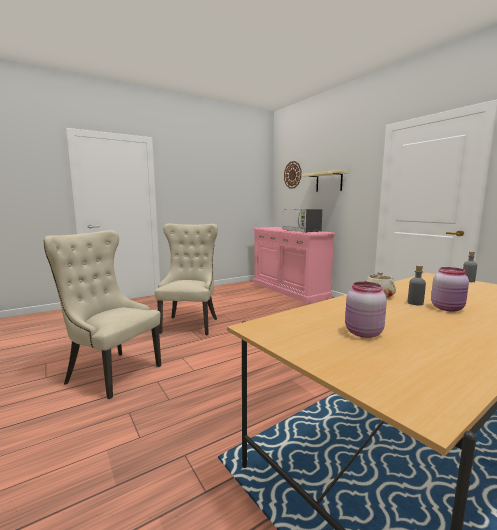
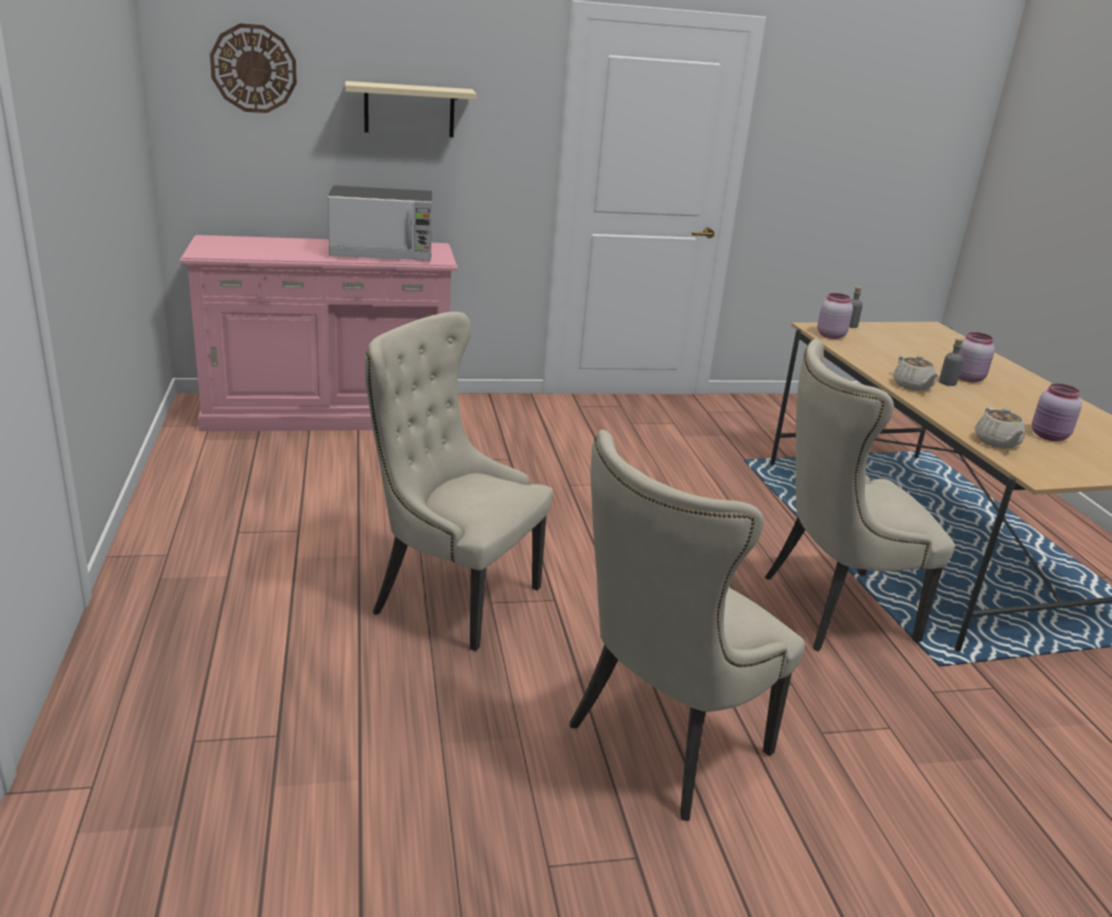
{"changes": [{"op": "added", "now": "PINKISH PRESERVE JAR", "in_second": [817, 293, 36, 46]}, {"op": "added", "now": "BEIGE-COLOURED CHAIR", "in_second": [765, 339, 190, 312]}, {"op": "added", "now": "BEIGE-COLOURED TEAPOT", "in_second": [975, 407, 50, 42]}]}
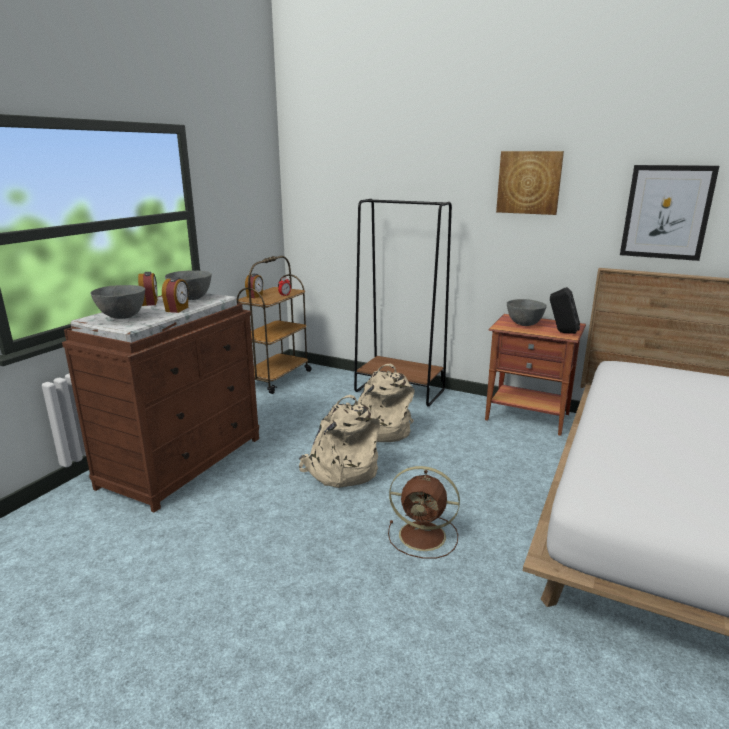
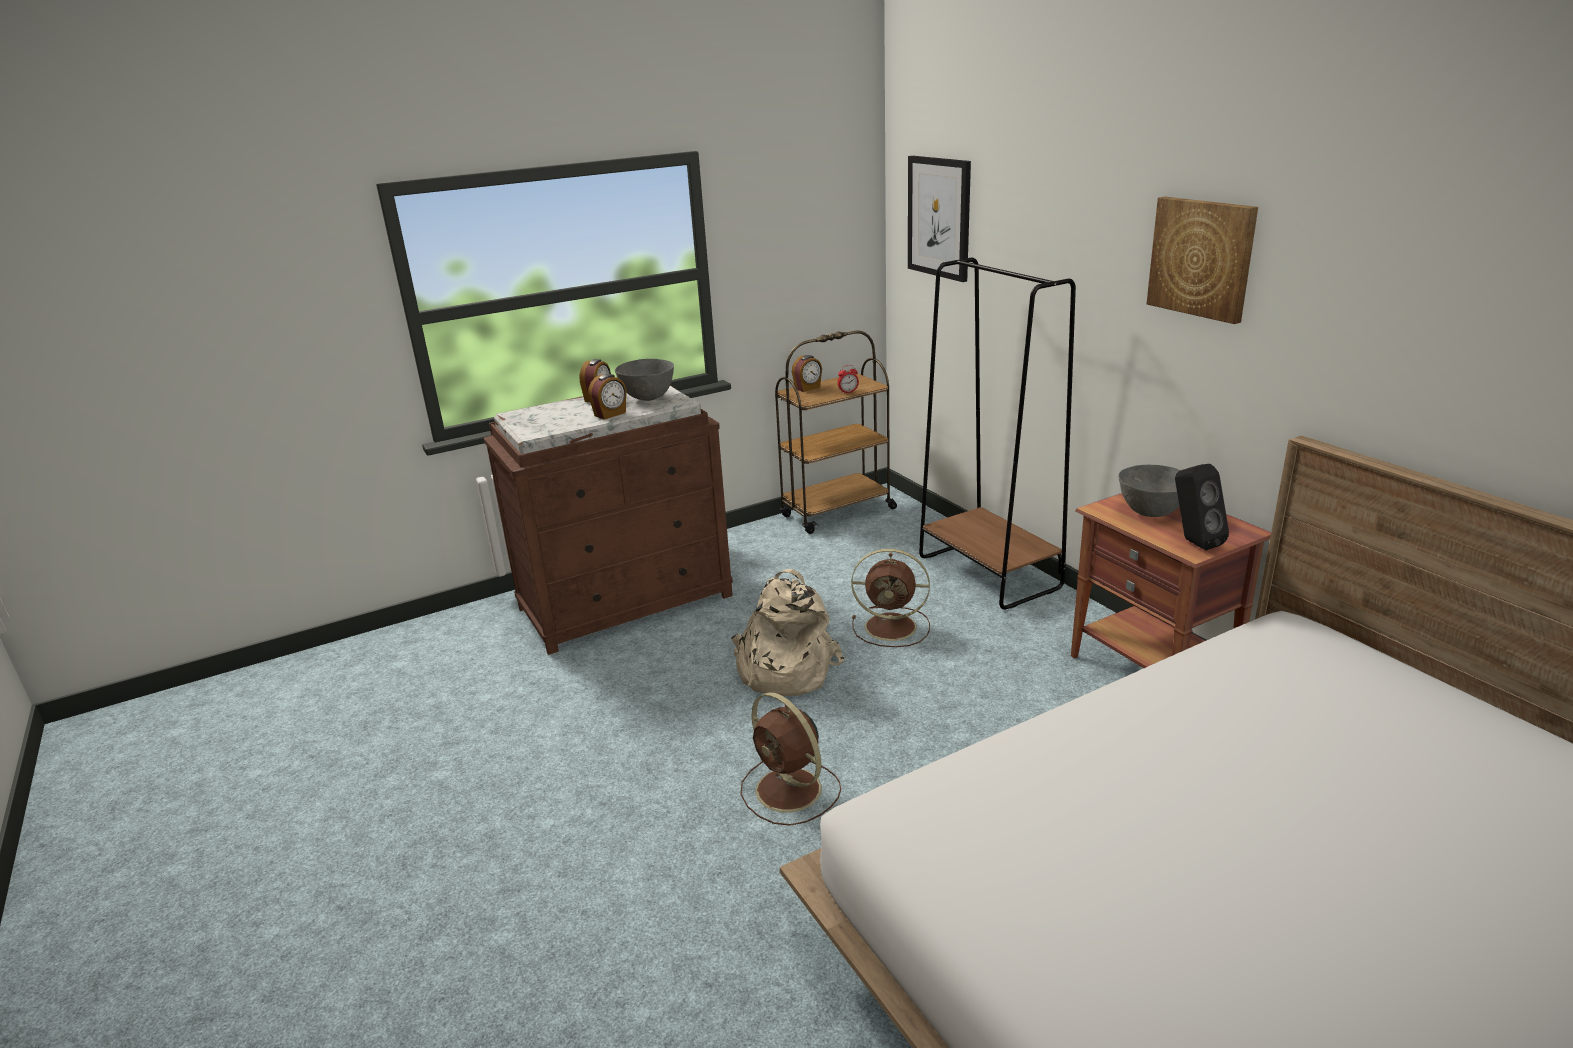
{"changes": [{"op": "moved", "was": "PICTURE", "in_first": [620, 165, 99, 96], "in_second": [908, 156, 63, 126]}, {"op": "removed", "was": "GREY BOWL", "in_first": [90, 285, 55, 34]}, {"op": "replaced", "was": "BEIGE-COLOURED KNAPSACK", "now": "BROWNISH FAN", "in_first": [358, 364, 57, 78], "in_second": [851, 549, 79, 98]}]}
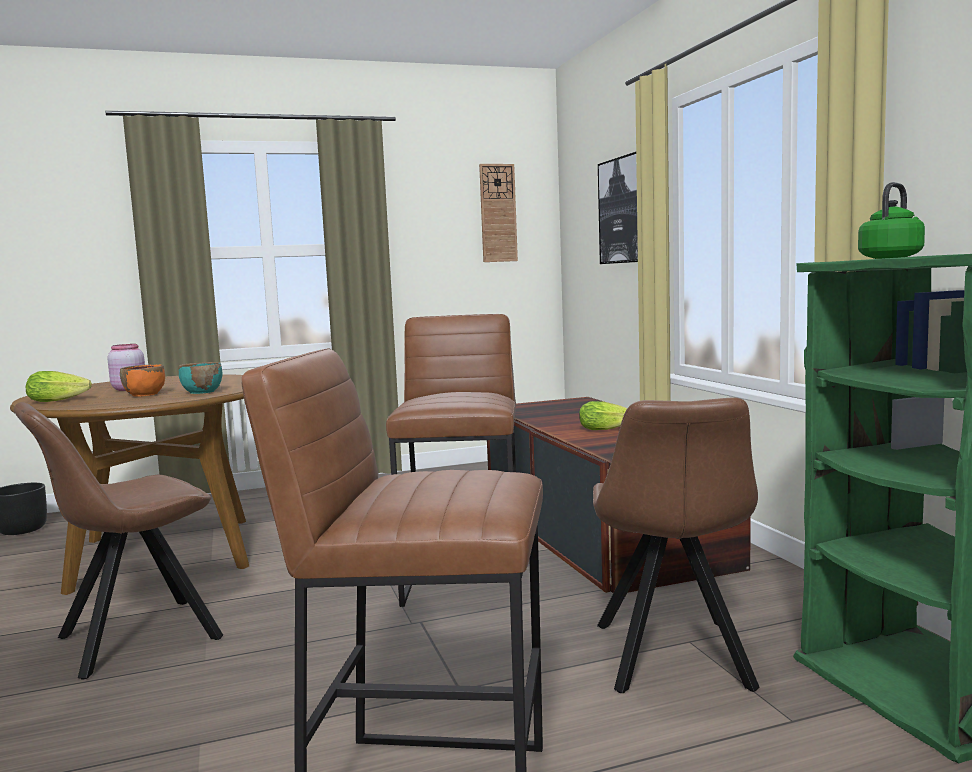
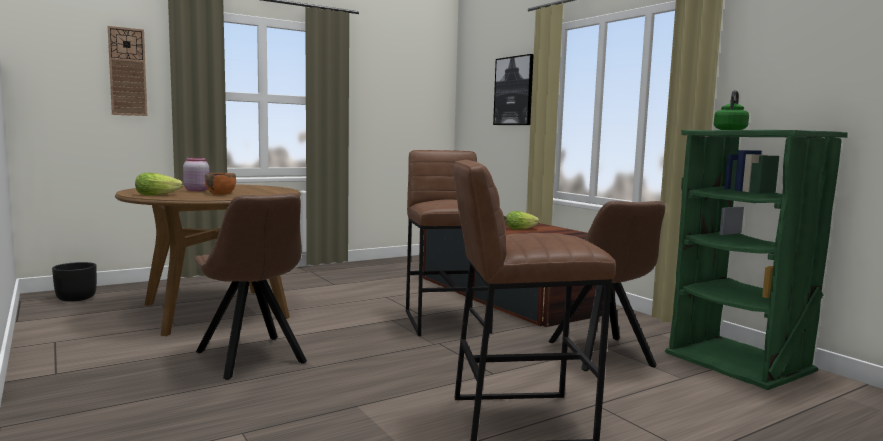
{"changes": [{"op": "moved", "was": "WALL CLOCK", "in_first": [479, 164, 39, 98], "in_second": [108, 26, 39, 90]}, {"op": "removed", "was": "BLUE-GREEN BOWL", "in_first": [179, 362, 43, 32]}, {"op": "turned", "was": "BROWNISH CHAIR", "in_first": [14, 402, 209, 277], "in_second": [195, 193, 112, 187], "clockwise": -75}]}
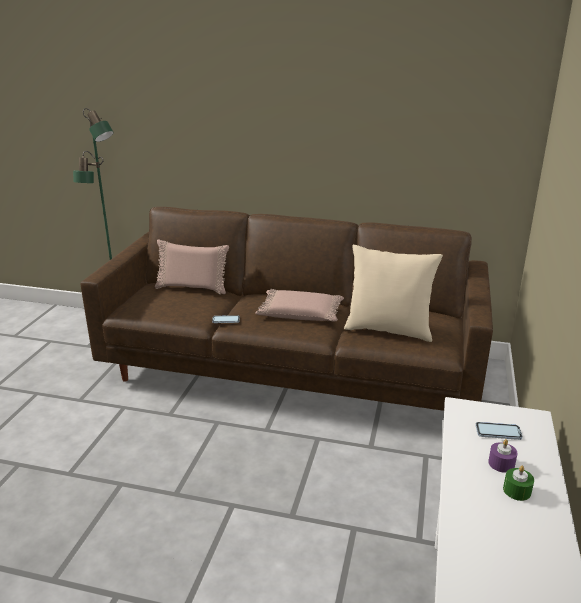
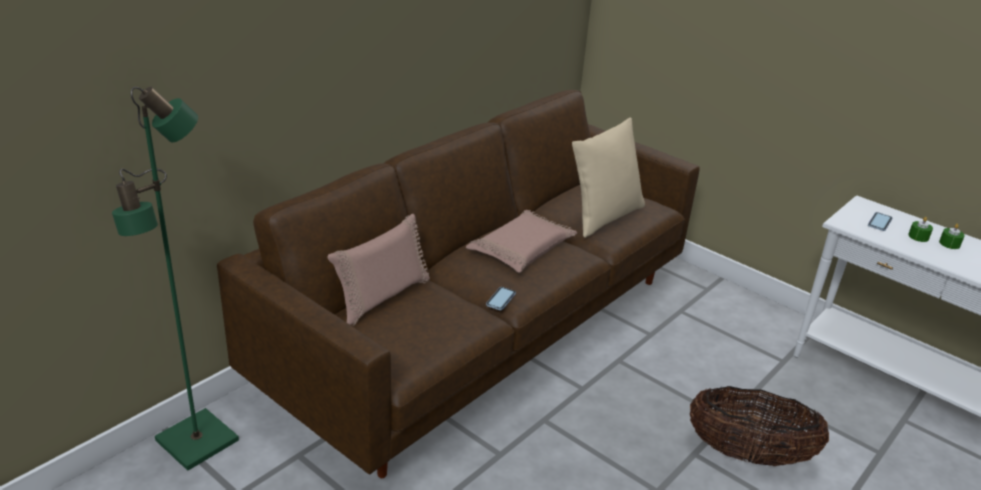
{"changes": [{"op": "recoloured", "was": "PURPLISH WAX LIGHT", "now": "GREEN WAX LIGHT", "in_first": [488, 439, 30, 34], "in_second": [908, 217, 25, 25]}, {"op": "added", "now": "STORAGE BASKET", "in_second": [690, 386, 139, 80]}]}
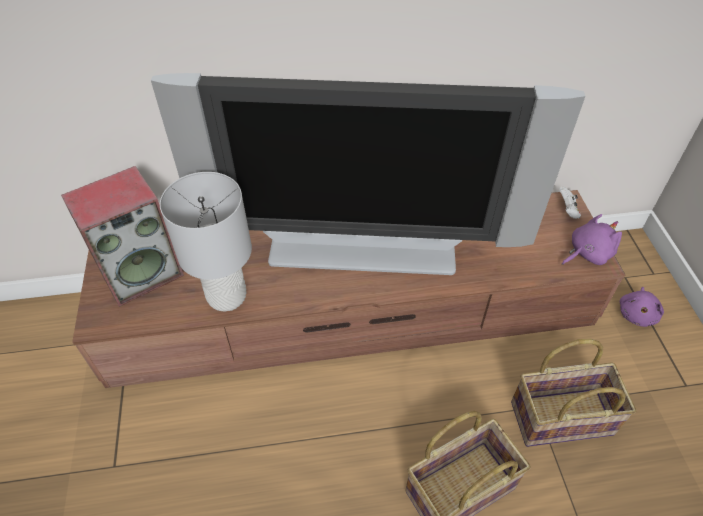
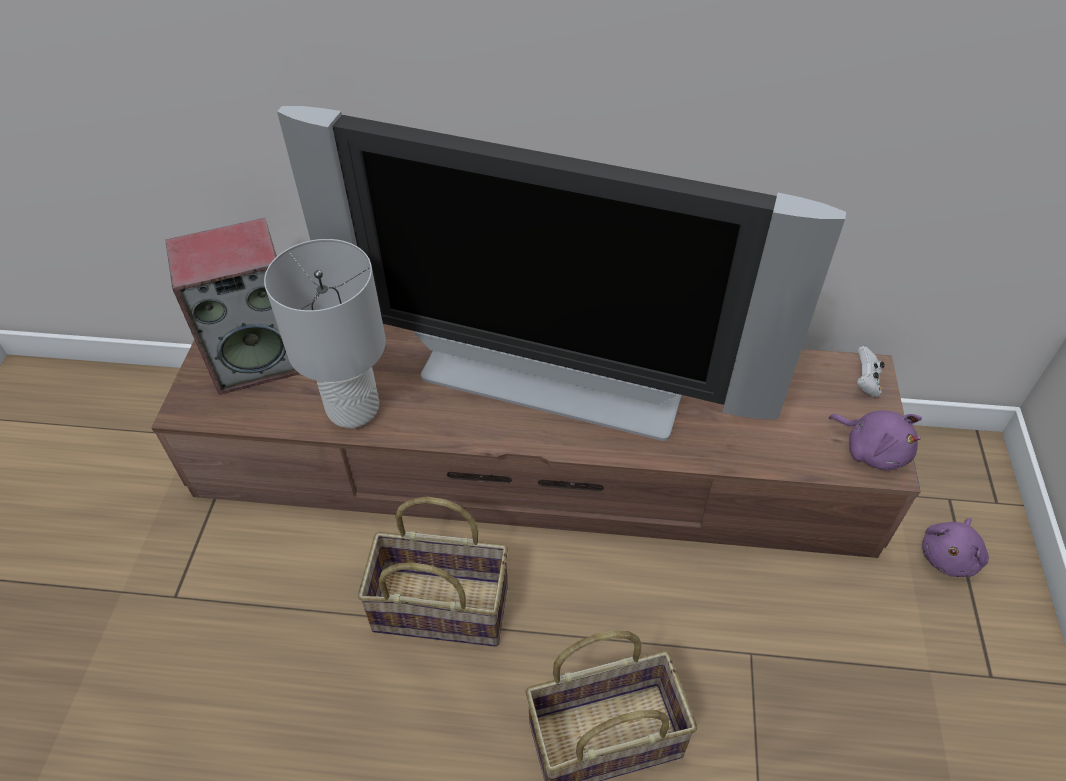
{"changes": [{"op": "turned", "was": "PURPLISH SOFT TOY", "in_first": [562, 214, 60, 51], "in_second": [829, 410, 93, 61], "clockwise": 60}, {"op": "moved", "was": "STORAGE BASKET", "in_first": [511, 339, 125, 108], "in_second": [358, 496, 150, 150]}]}
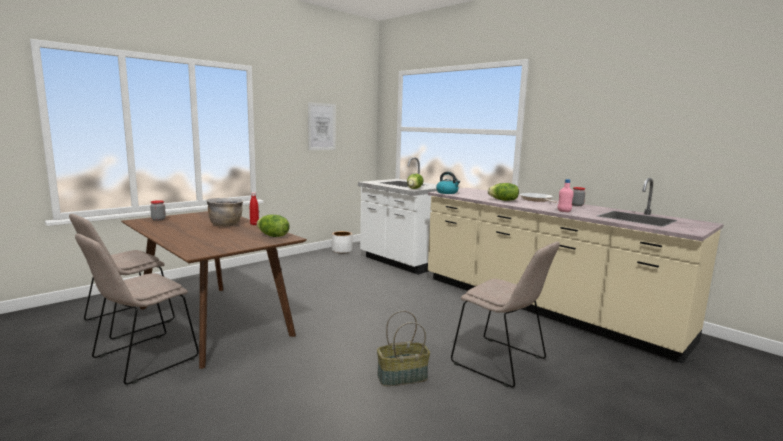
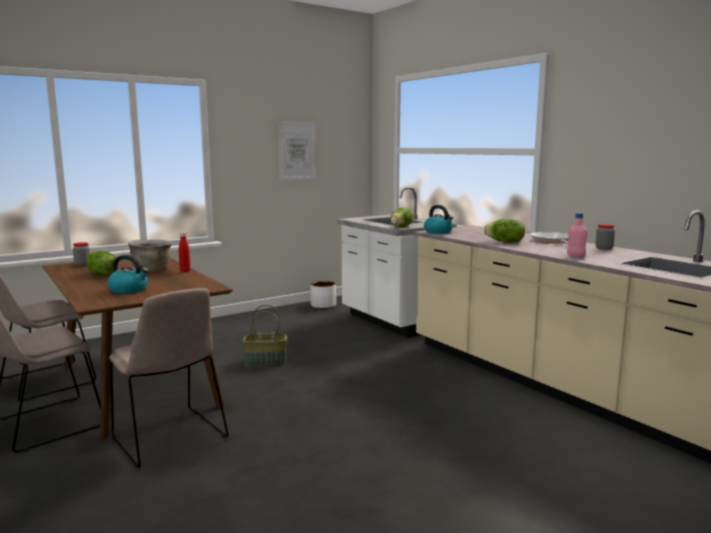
{"changes": [{"op": "moved", "was": "LETTUCE HEAD", "in_first": [257, 214, 33, 23], "in_second": [86, 250, 30, 25]}, {"op": "moved", "was": "BEIGE-COLOURED CHAIR", "in_first": [451, 241, 109, 146], "in_second": [109, 288, 120, 180]}, {"op": "moved", "was": "STORAGE BASKET", "in_first": [377, 311, 53, 75], "in_second": [242, 305, 45, 61]}, {"op": "added", "now": "TEA KETTLE", "in_second": [108, 255, 41, 39]}]}
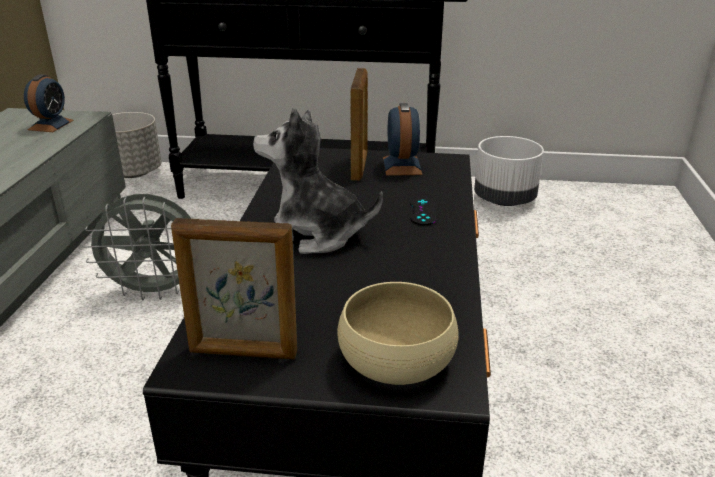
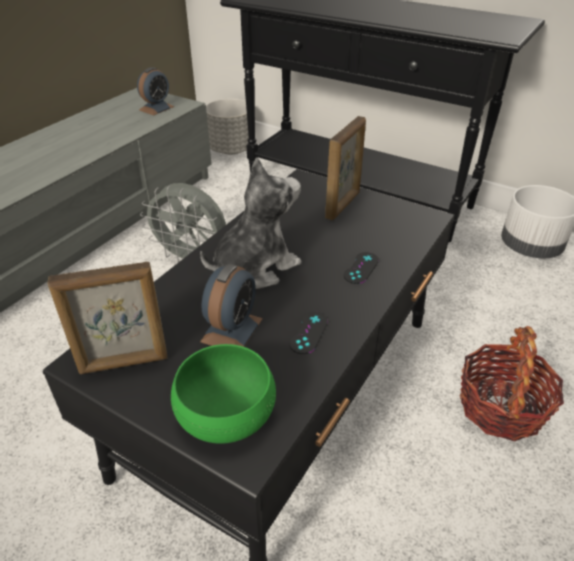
{"changes": [{"op": "moved", "was": "BEDSIDE CLOCK", "in_first": [383, 103, 39, 73], "in_second": [200, 264, 63, 83]}, {"op": "turned", "was": "SOFT TOY", "in_first": [253, 108, 130, 146], "in_second": [200, 157, 102, 132], "clockwise": 105}, {"op": "turned", "was": "PHOTO FRAME", "in_first": [171, 218, 126, 141], "in_second": [47, 262, 120, 112], "clockwise": -45}, {"op": "recoloured", "was": "BEIGE-COLOURED BOWL", "now": "GREEN BOWL", "in_first": [337, 282, 122, 103], "in_second": [171, 344, 105, 100]}, {"op": "added", "now": "BLACK-COLOURED JOYPAD", "in_second": [289, 311, 39, 43]}, {"op": "added", "now": "STORAGE BASKET", "in_second": [459, 326, 105, 115]}]}
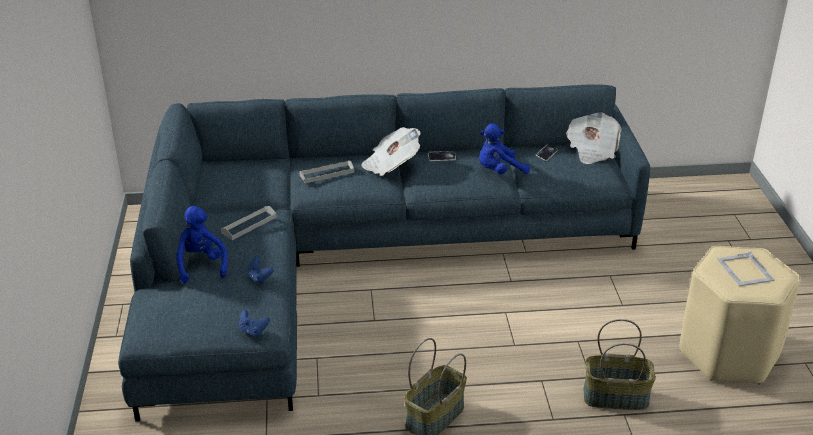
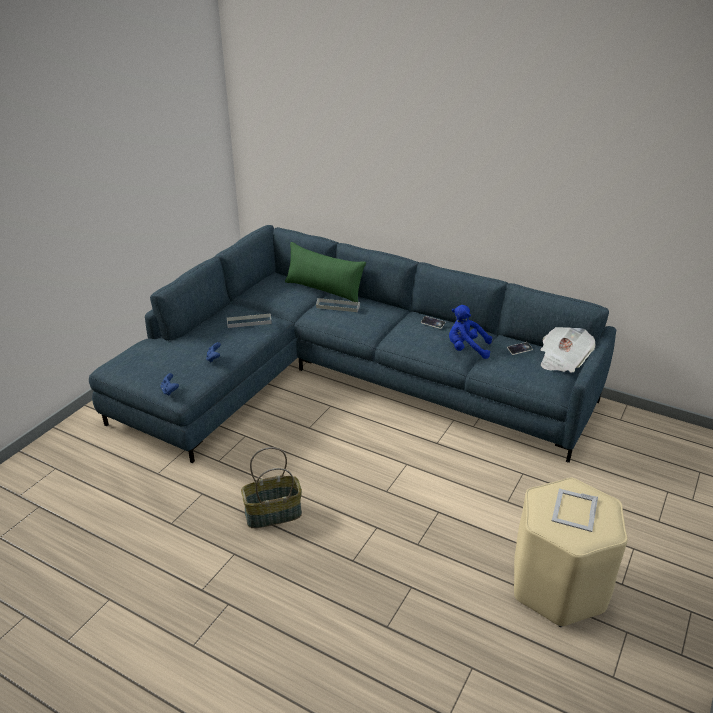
{"changes": [{"op": "removed", "was": "DAILY PAPER", "in_first": [362, 127, 59, 49]}, {"op": "removed", "was": "BLUE-COLOURED SOFT TOY", "in_first": [176, 206, 52, 77]}, {"op": "removed", "was": "STORAGE BASKET", "in_first": [583, 319, 73, 91]}, {"op": "added", "now": "GREEN THROW PILLOW", "in_second": [285, 242, 81, 60]}]}
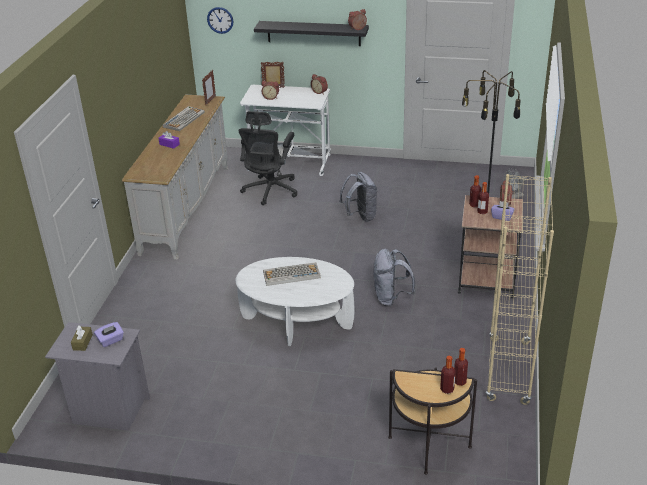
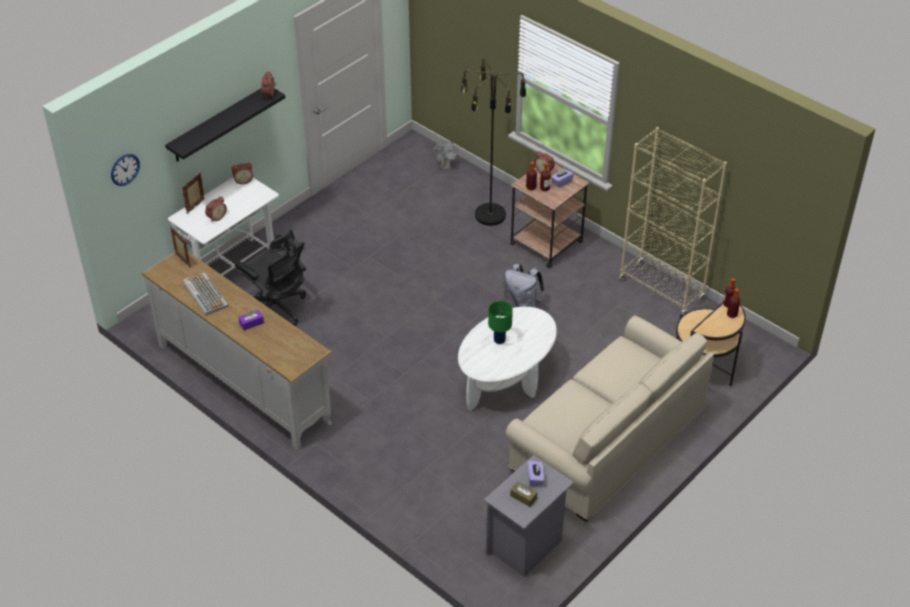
{"changes": [{"op": "removed", "was": "GREY KNAPSACK", "in_first": [339, 172, 38, 50]}, {"op": "replaced", "was": "COMPUTER KEYBOARD", "now": "GREEN LAMP FOR A TABLE", "in_first": [263, 262, 58, 24], "in_second": [488, 301, 25, 43]}, {"op": "added", "now": "BEIGE-COLOURED SETTEE", "in_second": [505, 315, 209, 207]}]}
